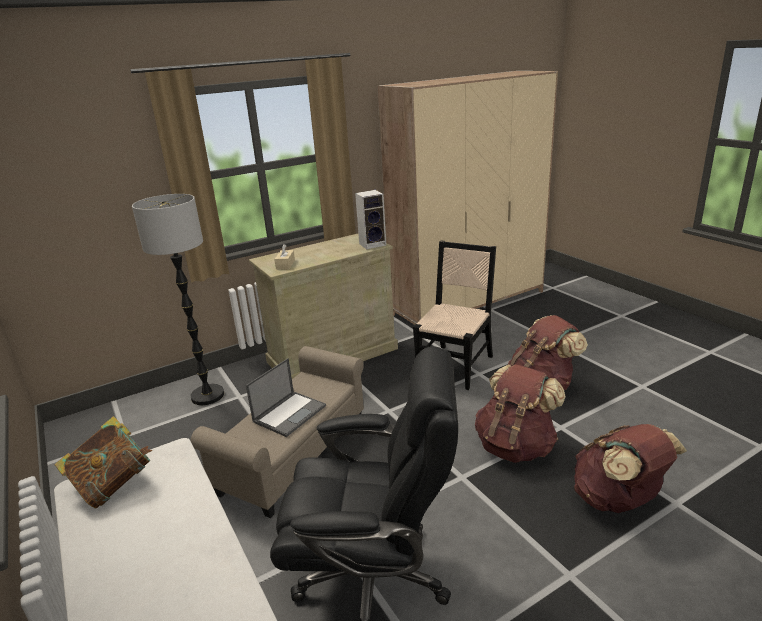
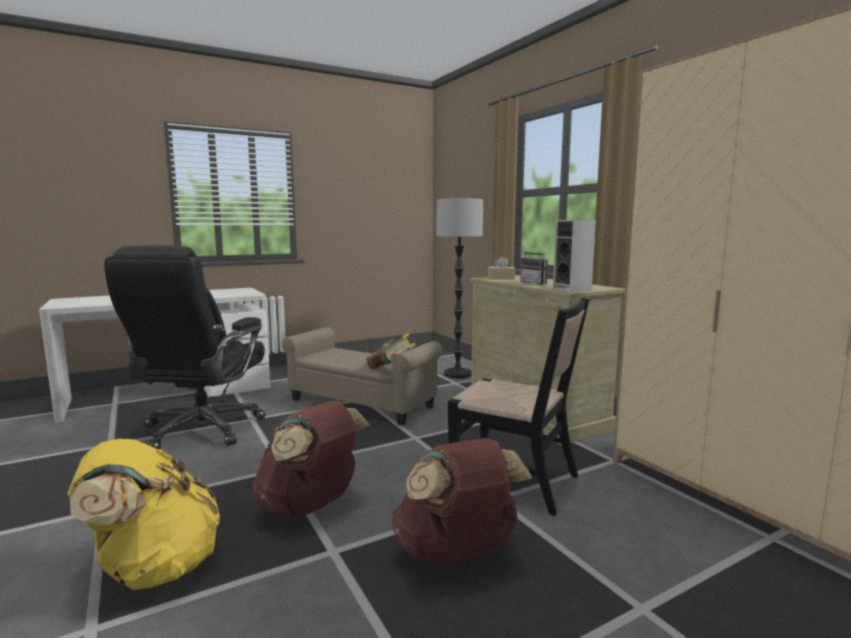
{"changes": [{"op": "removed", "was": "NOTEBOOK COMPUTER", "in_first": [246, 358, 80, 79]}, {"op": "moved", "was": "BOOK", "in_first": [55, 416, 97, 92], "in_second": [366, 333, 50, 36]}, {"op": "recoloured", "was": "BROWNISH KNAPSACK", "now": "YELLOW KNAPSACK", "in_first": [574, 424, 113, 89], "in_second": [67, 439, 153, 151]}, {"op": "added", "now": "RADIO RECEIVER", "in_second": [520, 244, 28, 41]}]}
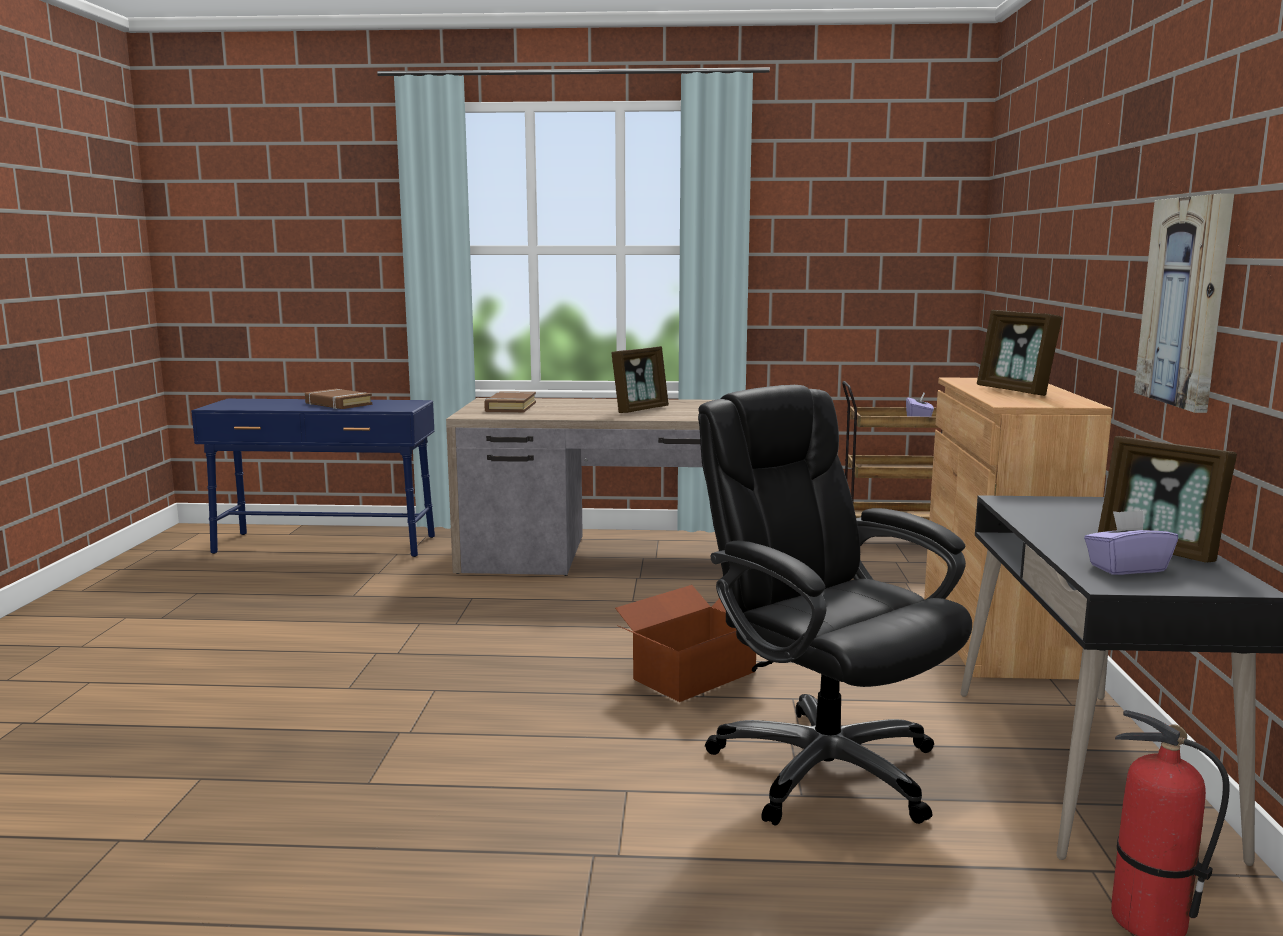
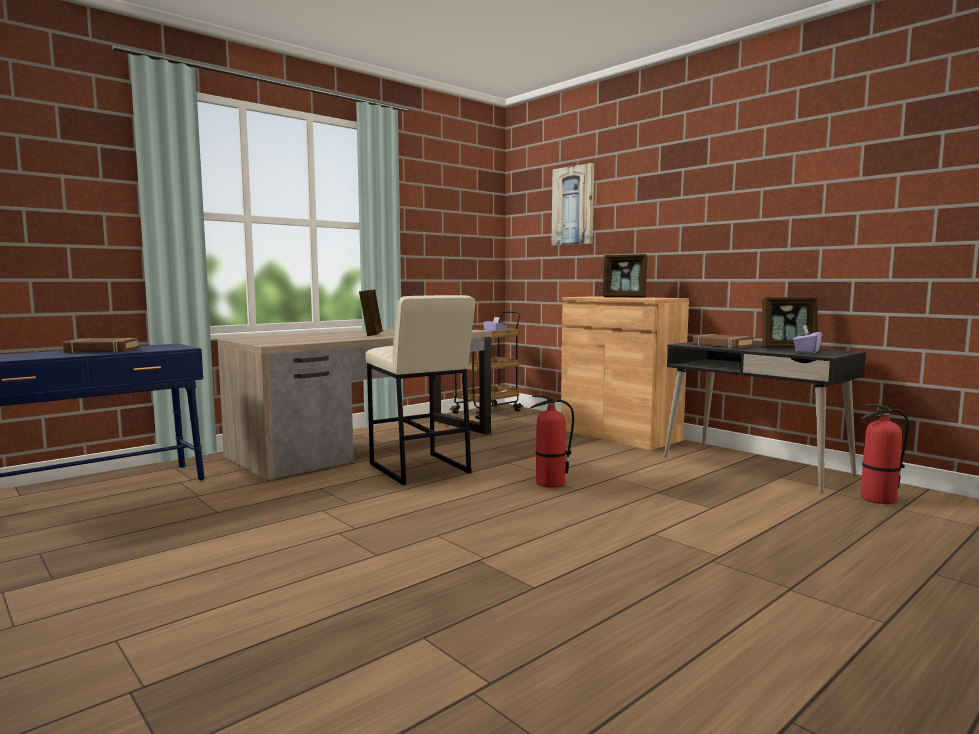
{"changes": [{"op": "moved", "was": "PICTURE", "in_first": [1134, 193, 100, 220], "in_second": [552, 163, 42, 83]}, {"op": "removed", "was": "BLACK-COLOURED OFFICE CHAIR", "in_first": [698, 385, 274, 441]}, {"op": "moved", "was": "BROWNISH BOOK", "in_first": [484, 391, 52, 21], "in_second": [692, 334, 62, 14]}, {"op": "replaced", "was": "PACKING BOX", "now": "FIRE-FIGHTING CYLINDER", "in_first": [615, 585, 141, 117], "in_second": [530, 395, 44, 92]}, {"op": "added", "now": "BEIGE-COLOURED SITTING STOOL", "in_second": [365, 295, 110, 190]}]}
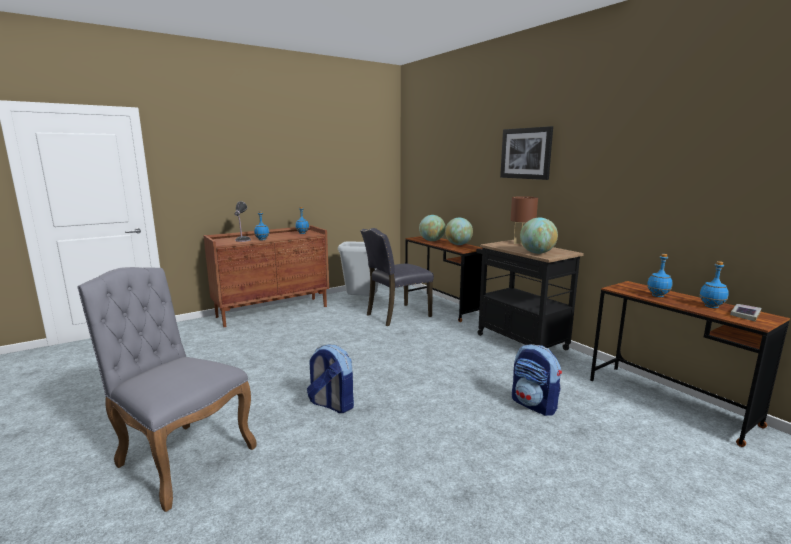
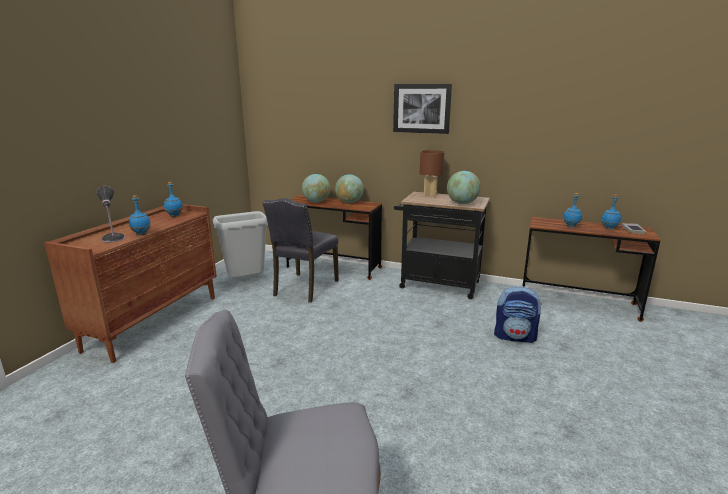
{"changes": [{"op": "removed", "was": "KNAPSACK", "in_first": [307, 345, 47, 68]}]}
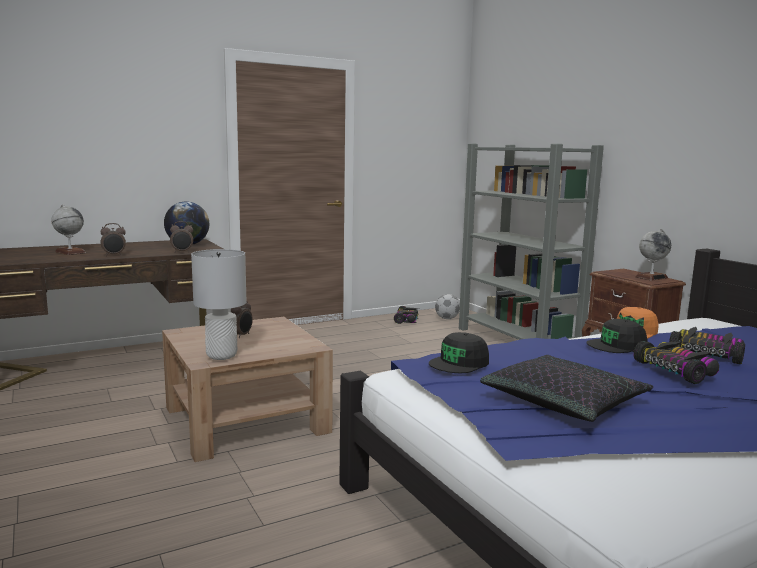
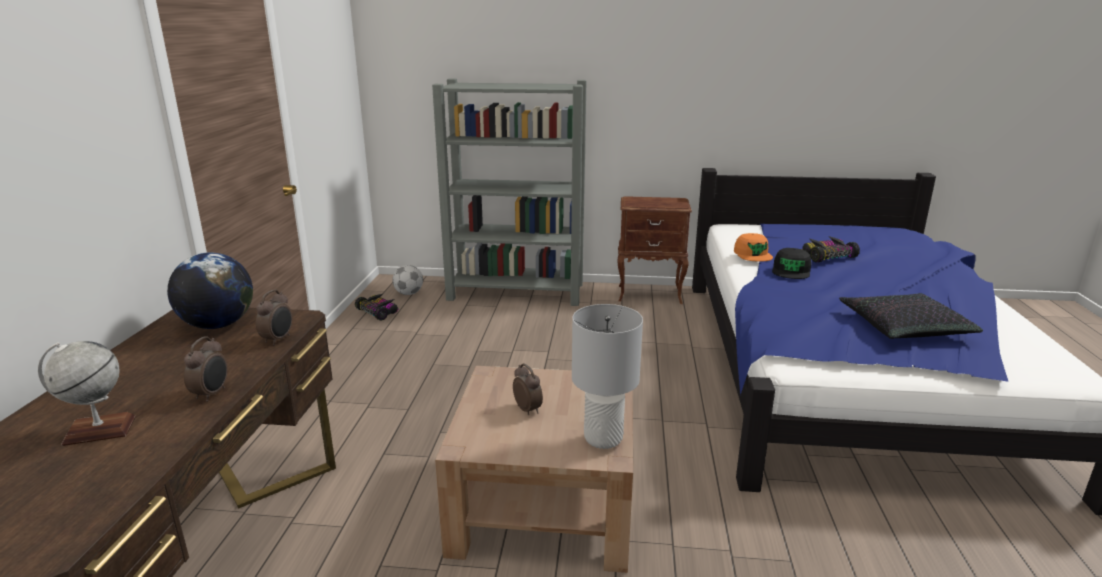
{"changes": [{"op": "removed", "was": "DESK GLOBE", "in_first": [635, 229, 36, 52]}, {"op": "removed", "was": "BLACK-COLOURED BASEBALL CAP", "in_first": [429, 332, 60, 41]}, {"op": "removed", "was": "TOY CAR", "in_first": [633, 341, 86, 43]}]}
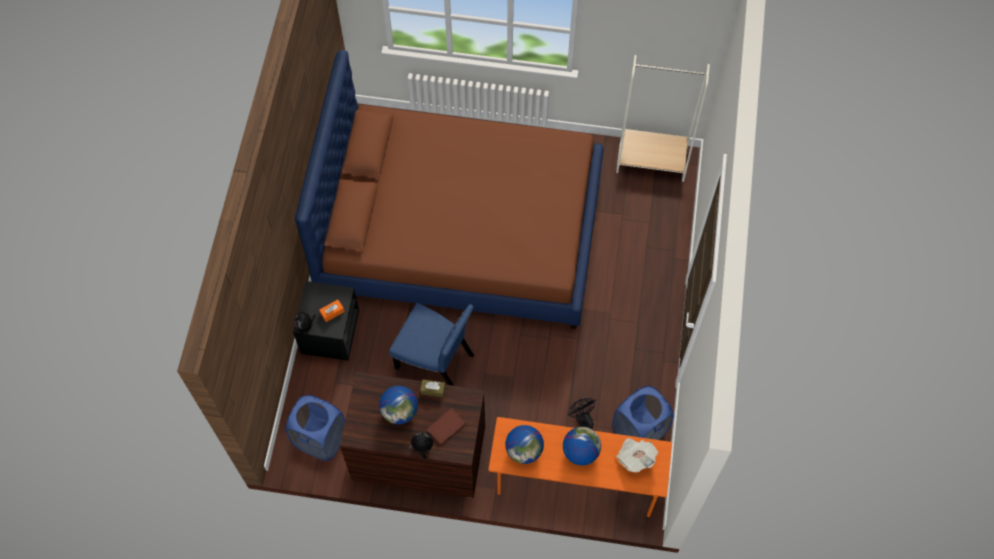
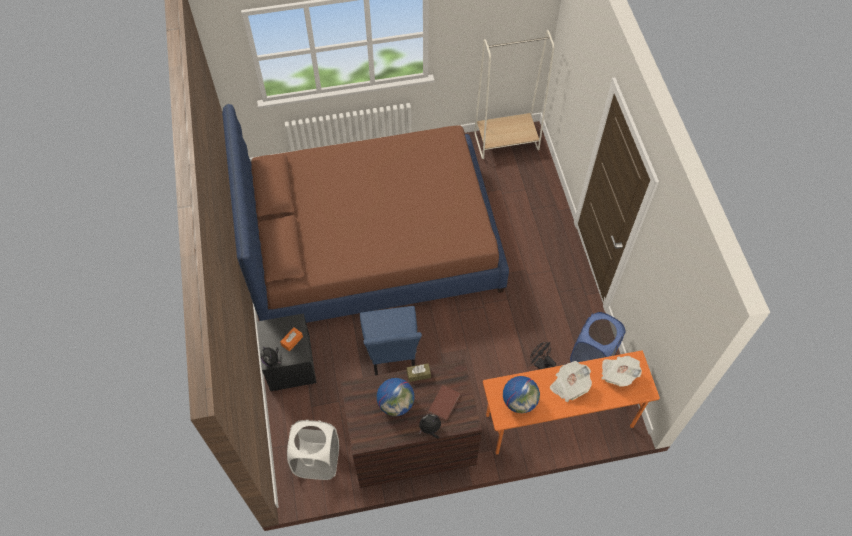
{"changes": [{"op": "turned", "was": "BLUE-COLOURED CHAIR", "in_first": [389, 303, 85, 83], "in_second": [360, 306, 62, 69], "clockwise": 75}, {"op": "recoloured", "was": "BLUE-COLOURED WASHING BASKET", "now": "WHITE WASHING BASKET", "in_first": [286, 395, 59, 66], "in_second": [287, 420, 52, 60]}, {"op": "replaced", "was": "DESK GLOBE", "now": "DAILY PAPER", "in_first": [563, 427, 38, 38], "in_second": [550, 361, 42, 41]}]}
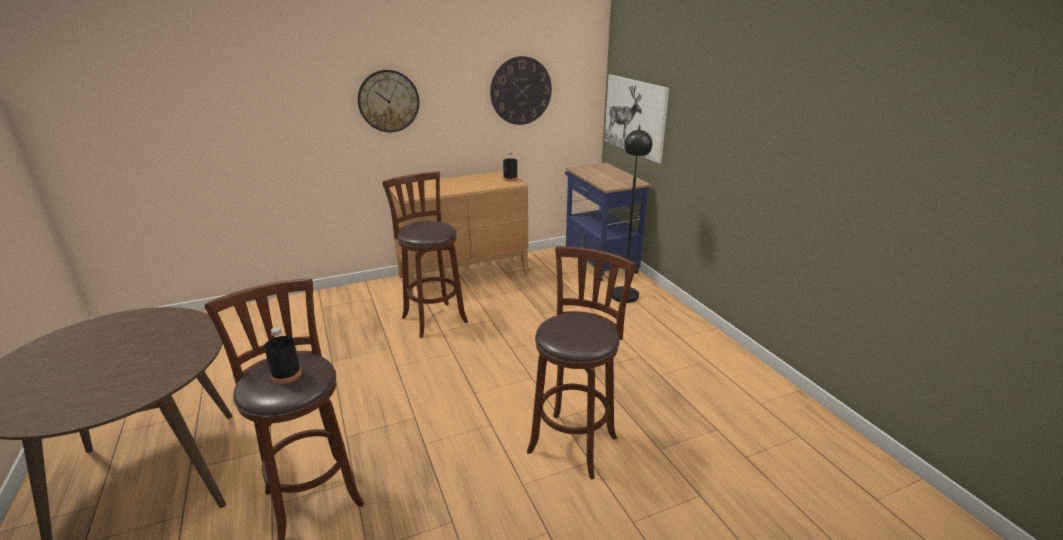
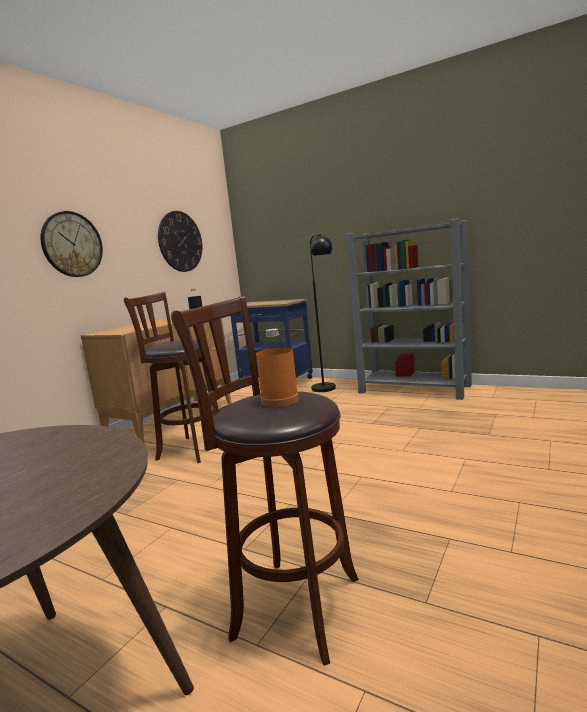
{"changes": [{"op": "removed", "was": "PICTURE", "in_first": [605, 75, 64, 88]}, {"op": "removed", "was": "BROWNISH SITTING STOOL", "in_first": [527, 246, 110, 234]}, {"op": "recoloured", "was": "BLACK-COLOURED DRINK BOTTLE", "now": "ORANGE-COLOURED DRINK BOTTLE", "in_first": [264, 327, 38, 57], "in_second": [256, 329, 43, 78]}, {"op": "added", "now": "GREY BOOKCASE", "in_second": [346, 218, 126, 182]}]}
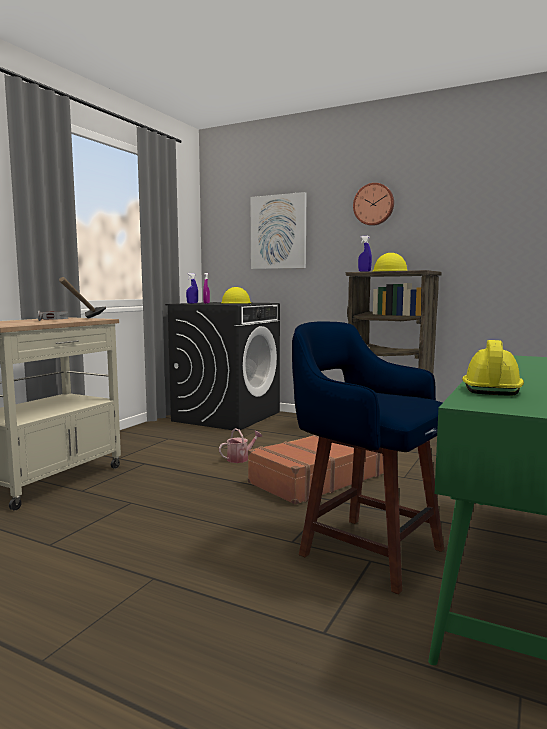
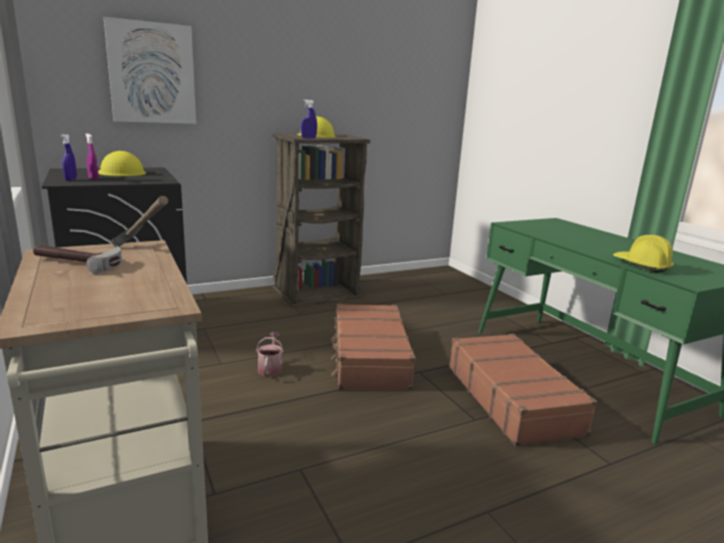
{"changes": [{"op": "removed", "was": "WALL CLOCK", "in_first": [353, 183, 41, 43]}, {"op": "replaced", "was": "BLUE-COLOURED SITTING STOOL", "now": "BROWNISH TRAVEL CASE", "in_first": [292, 321, 152, 273], "in_second": [449, 334, 148, 112]}]}
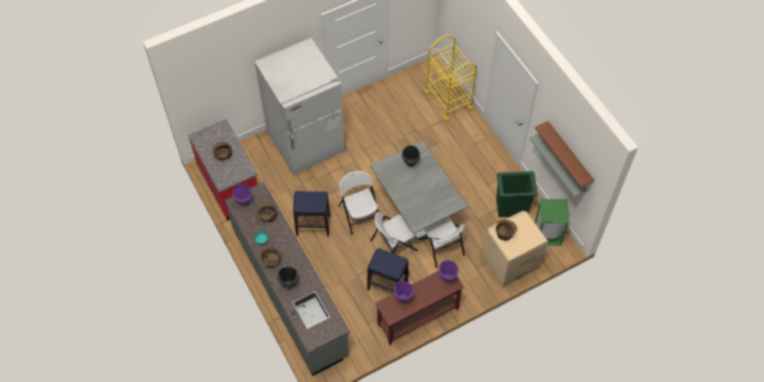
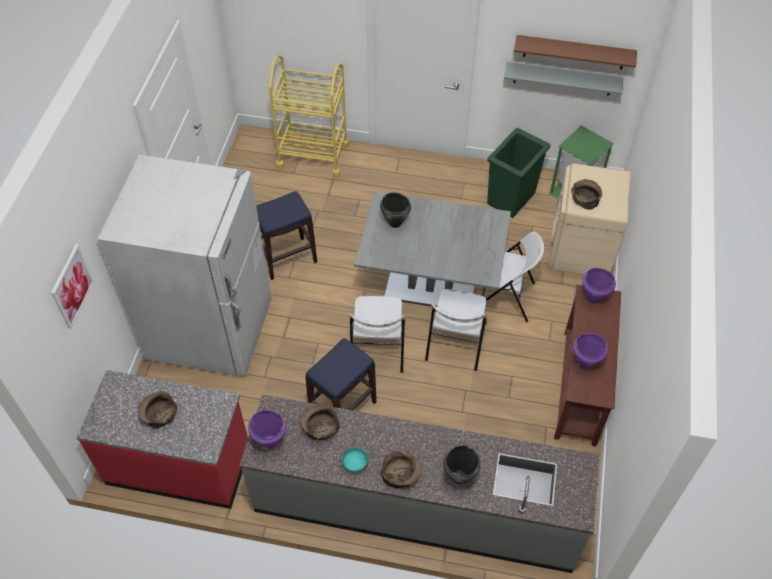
{"changes": [{"op": "turned", "was": "WHITE CHAIR", "in_first": [338, 171, 40, 64], "in_second": [349, 296, 56, 77], "clockwise": -105}, {"op": "moved", "was": "SITTING STOOL", "in_first": [367, 248, 42, 44], "in_second": [256, 191, 61, 89]}, {"op": "added", "now": "PICTURE", "in_second": [51, 244, 43, 85]}]}
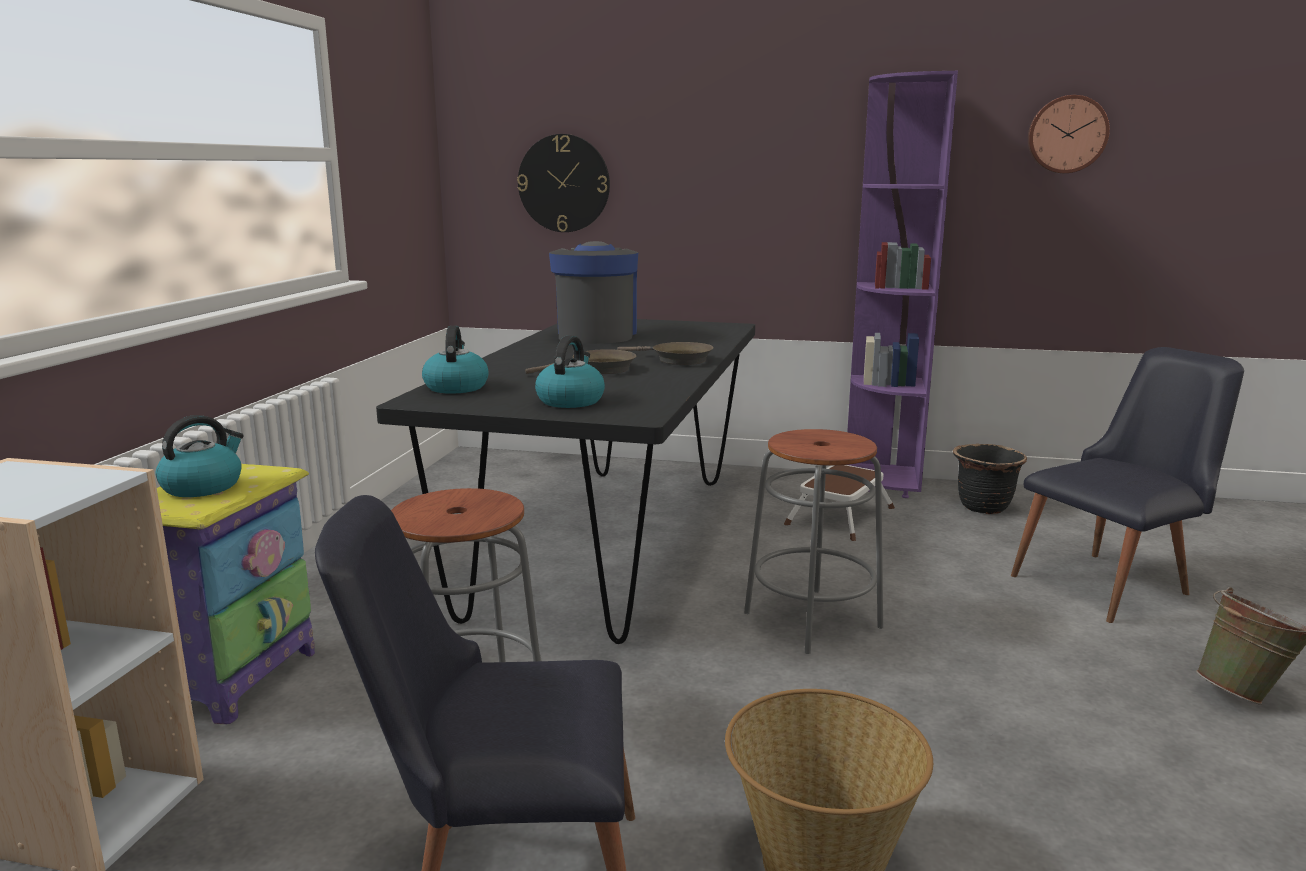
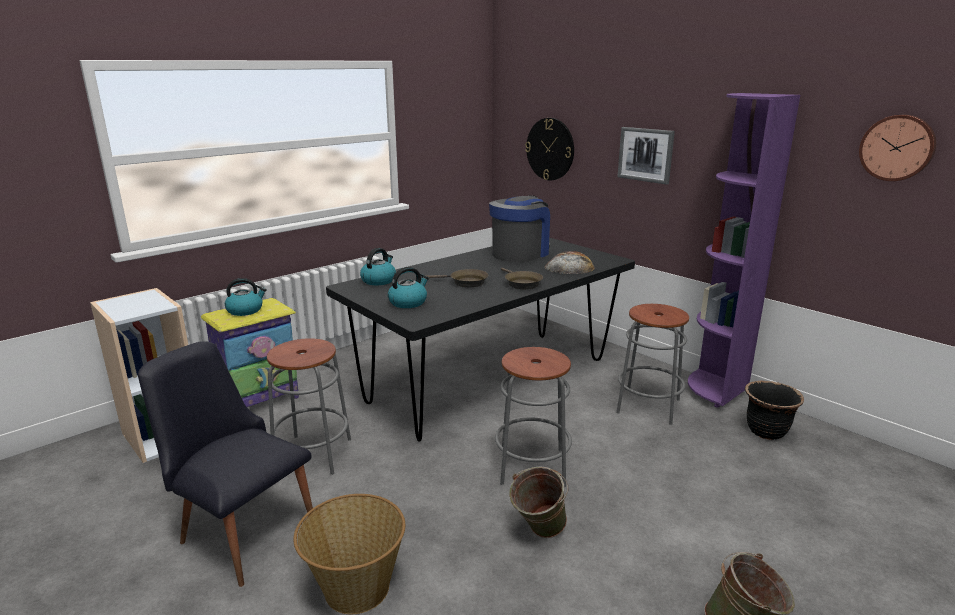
{"changes": [{"op": "removed", "was": "BLACK-COLOURED CHAIR", "in_first": [1011, 347, 233, 276]}, {"op": "replaced", "was": "BROWNISH STEP LADDER", "now": "GREY SITTING STOOL", "in_first": [784, 465, 111, 76], "in_second": [616, 304, 73, 121]}, {"op": "added", "now": "PICTURE", "in_second": [618, 127, 57, 58]}, {"op": "added", "now": "BREAD", "in_second": [545, 251, 50, 23]}, {"op": "added", "now": "GREEN BUCKET", "in_second": [509, 466, 59, 72]}]}
